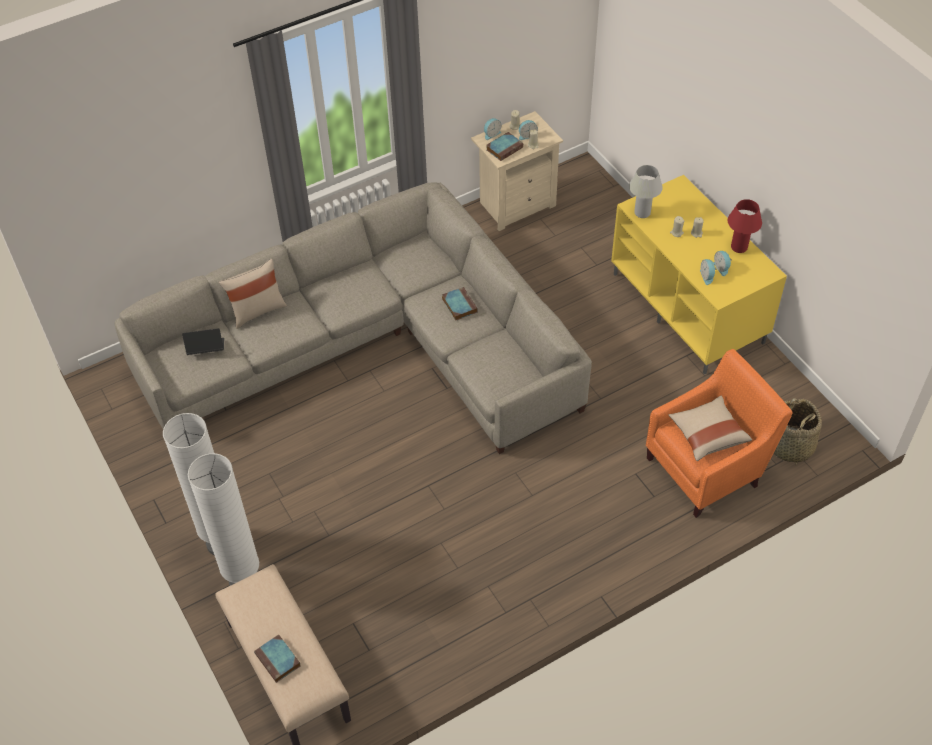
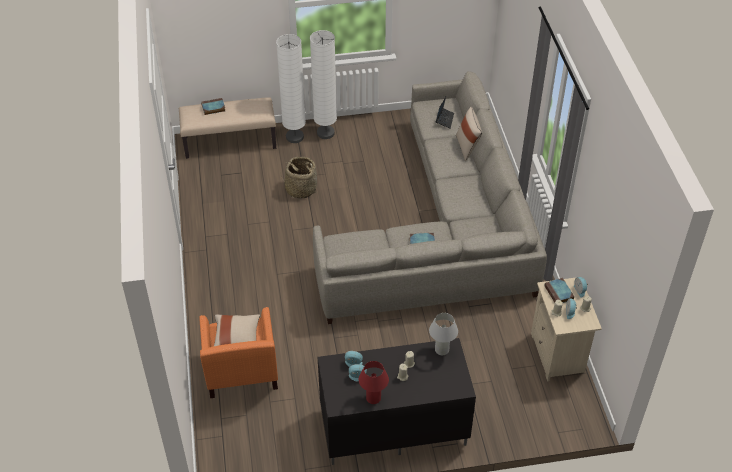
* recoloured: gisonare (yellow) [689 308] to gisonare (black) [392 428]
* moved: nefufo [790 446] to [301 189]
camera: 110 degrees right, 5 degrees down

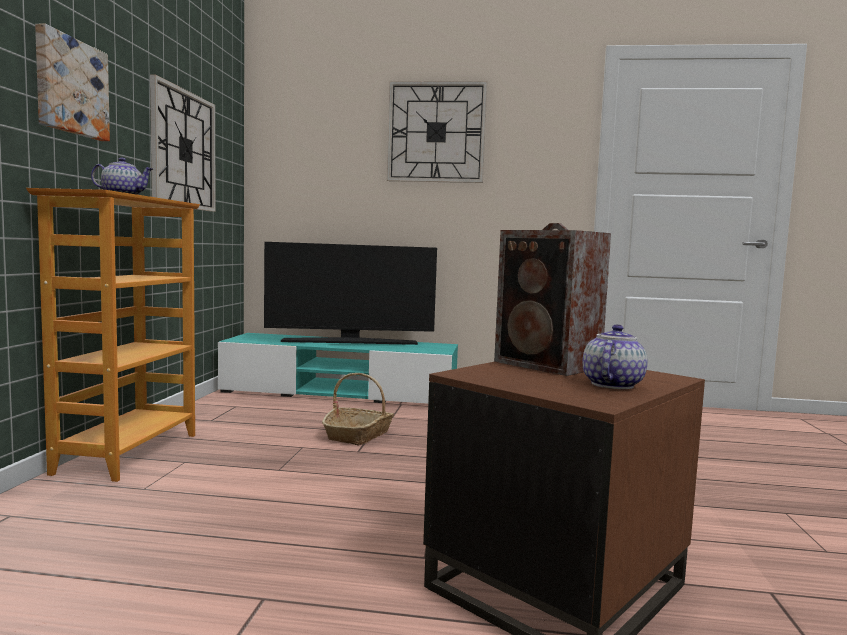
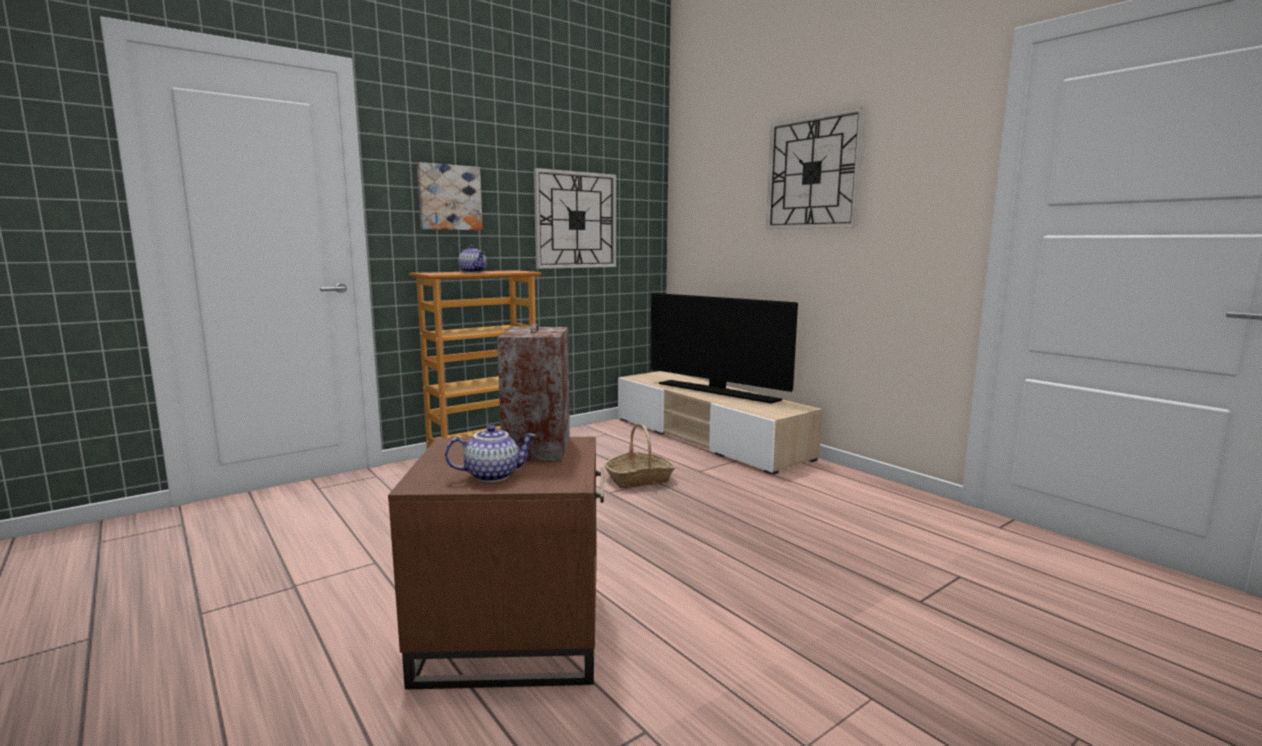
* recoloured: gisonare (turquoise) [340 392] to gisonare (beige) [708 438]
camera: 45 degrees right, 5 degrees up

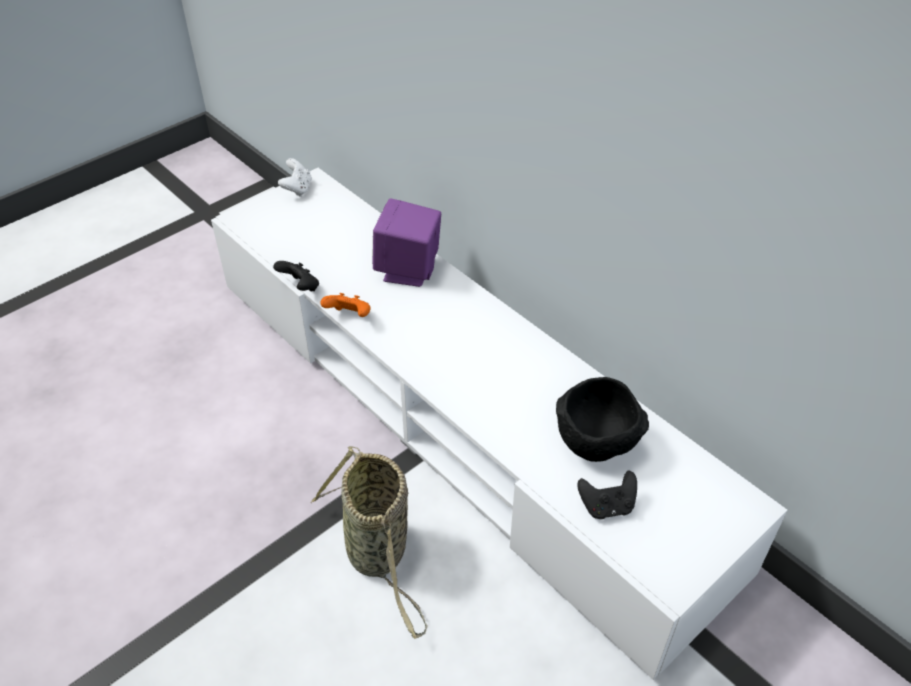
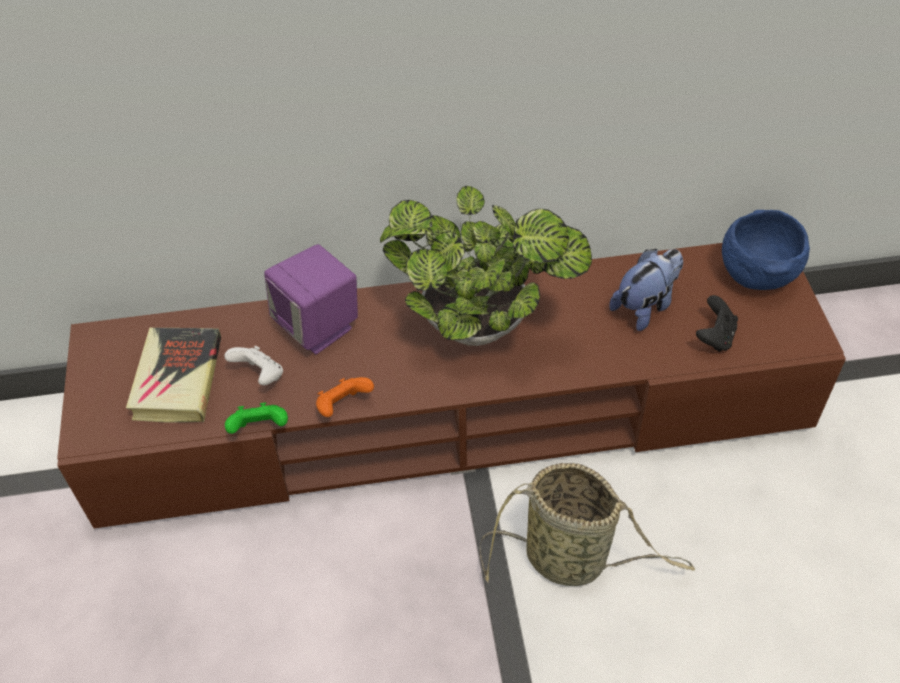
* recoloured: gisonare (white) [456 415] to gisonare (brown) [454 413]
* recoloured: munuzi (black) [300 287] to munuzi (green) [260 429]
* moved: munuzi (white) [297 189] to [260 376]
* replaced: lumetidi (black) [597 443] to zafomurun [645 306]
* added: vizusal [177 379]
* added: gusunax [483 326]
* added: lumetidi (blue) [756 273]
camera: 55 degrees left, 5 degrees up

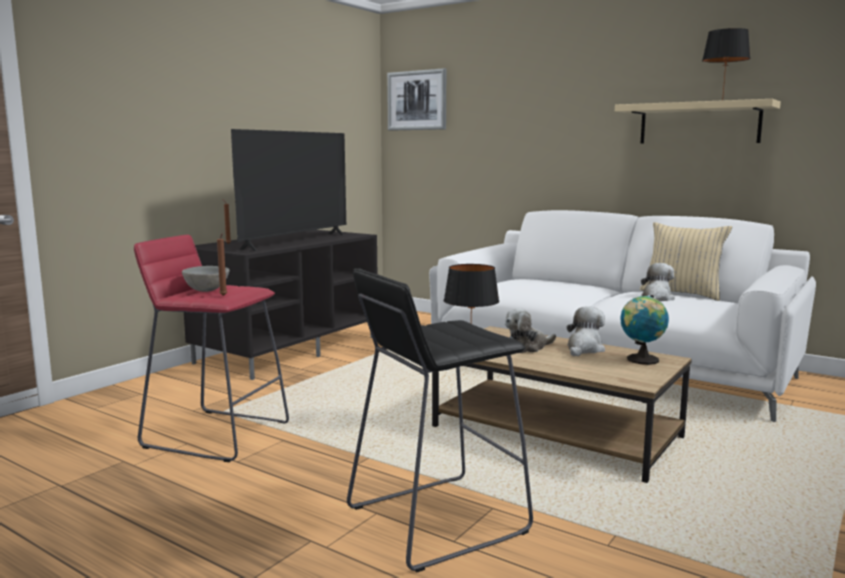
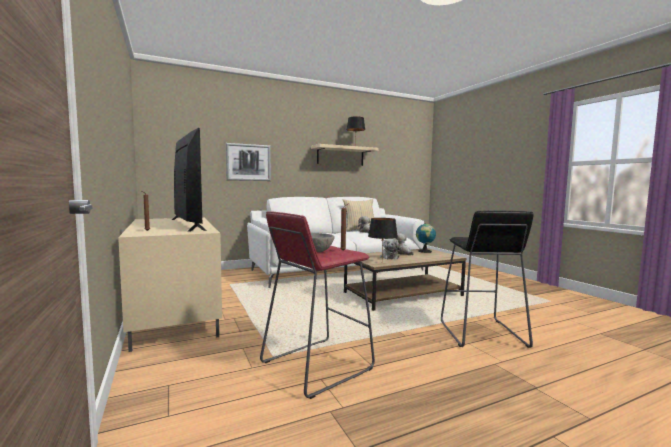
* recoloured: gisonare (black) [289 349] to gisonare (beige) [173 315]
* moved: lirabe [417 100] to [248 162]
camera: 60 degrees left, 5 degrees down

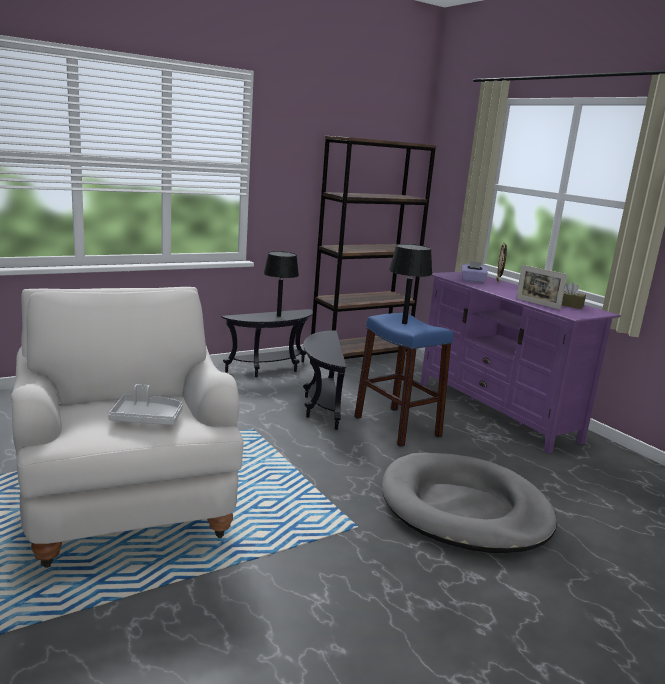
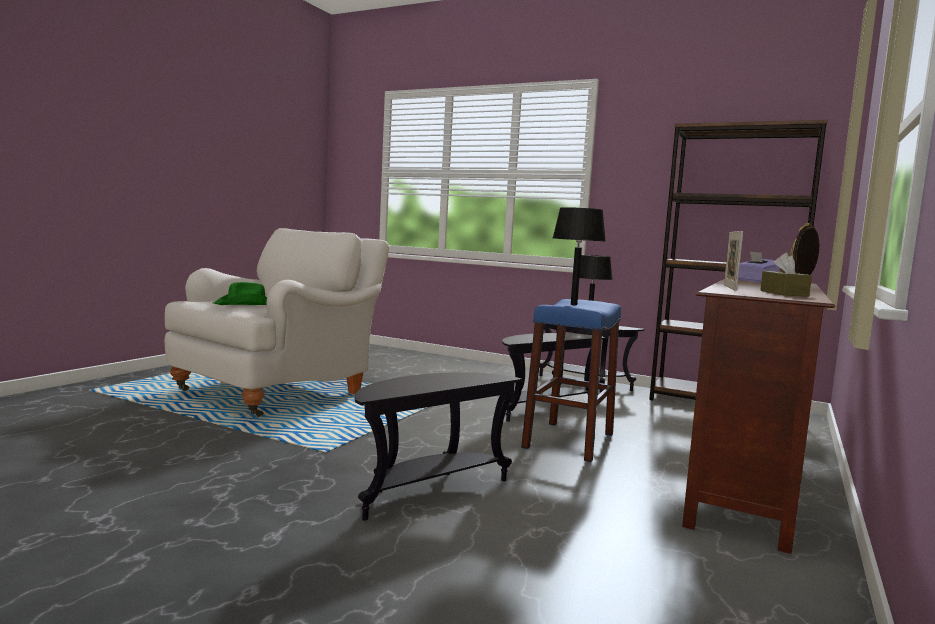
* replaced: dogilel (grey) [147 418] to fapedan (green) [247 305]
* replaced: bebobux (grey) [464 508] to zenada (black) [428 490]
* recoloured: gisonare (purple) [496 411] to gisonare (brown) [746 483]
camera: 60 degrees right, 10 degrees down

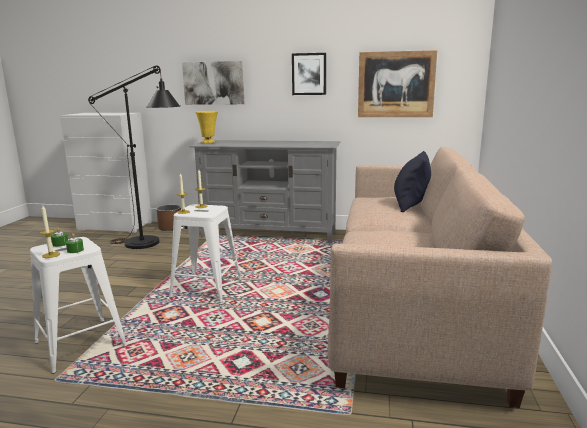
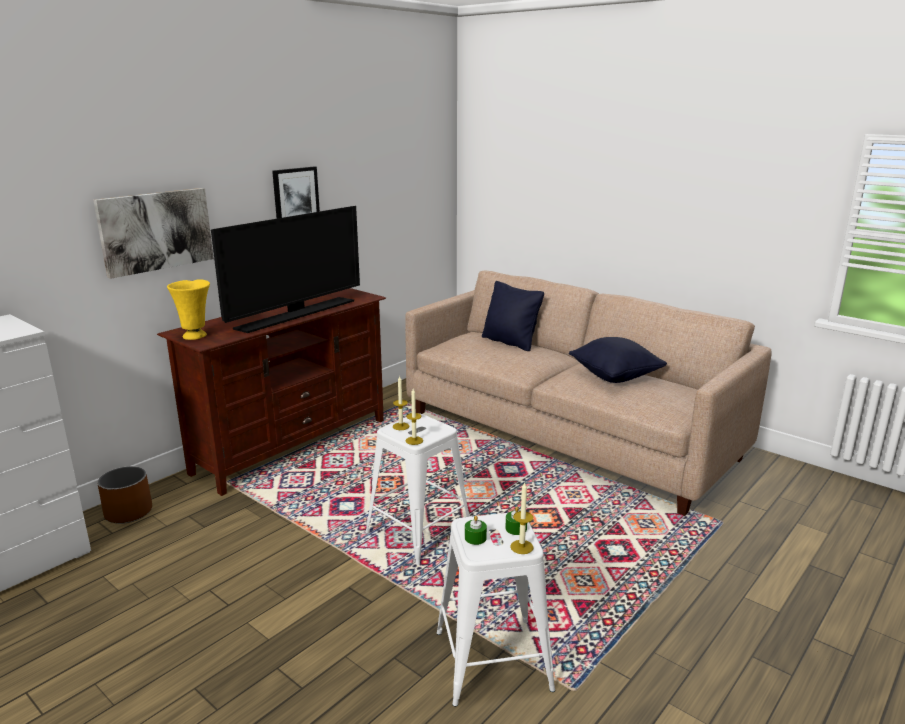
* removed: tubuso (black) [151 244]
* recoloured: gisonare (grey) [269 234] to gisonare (brown) [292 445]
* removed: lirabe [396 84]
* added: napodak [296 314]
* added: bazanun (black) [615 377]
camera: 60 degrees left, 5 degrees up

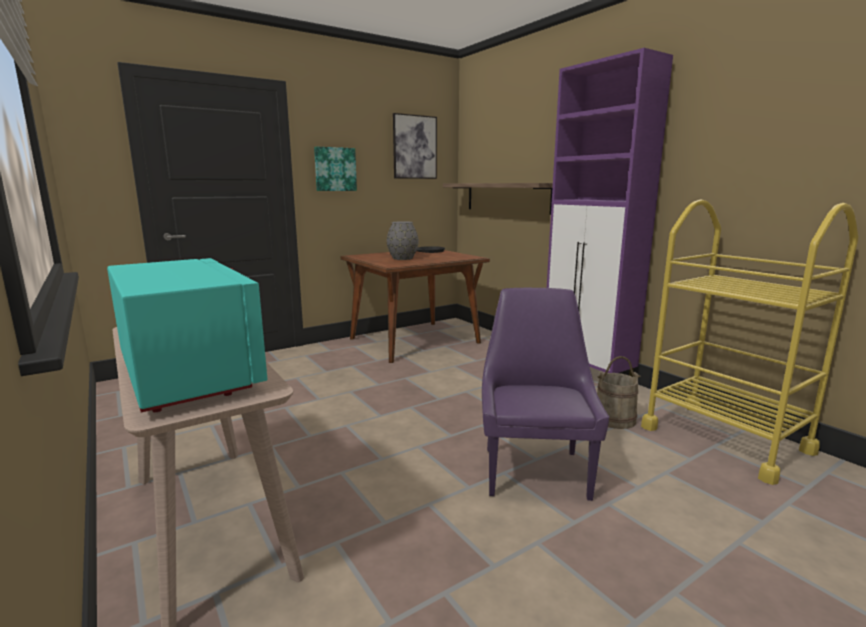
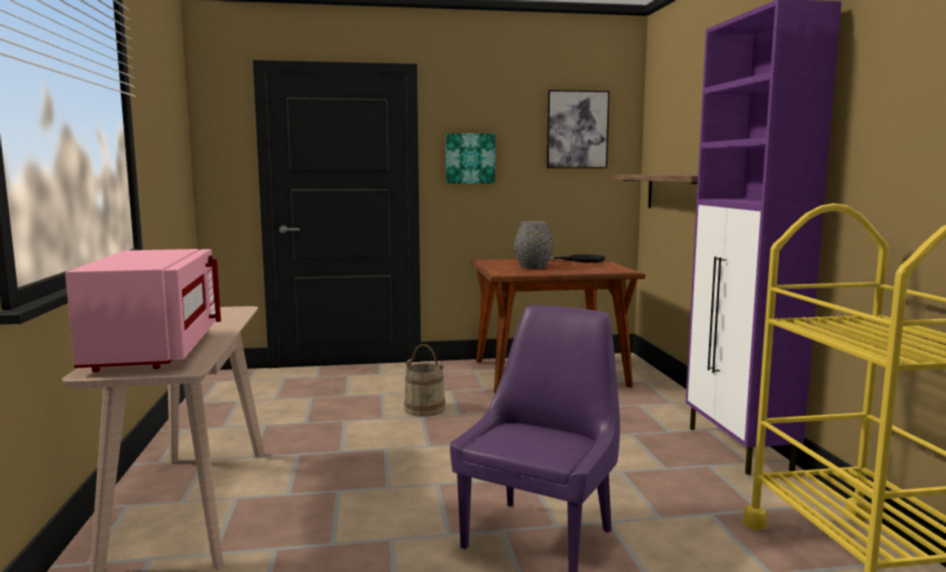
* recoloured: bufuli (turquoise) [187 375] to bufuli (pink) [153 351]
* moved: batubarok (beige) [614 419] to [425 409]
camera: 25 degrees right, 5 degrees down

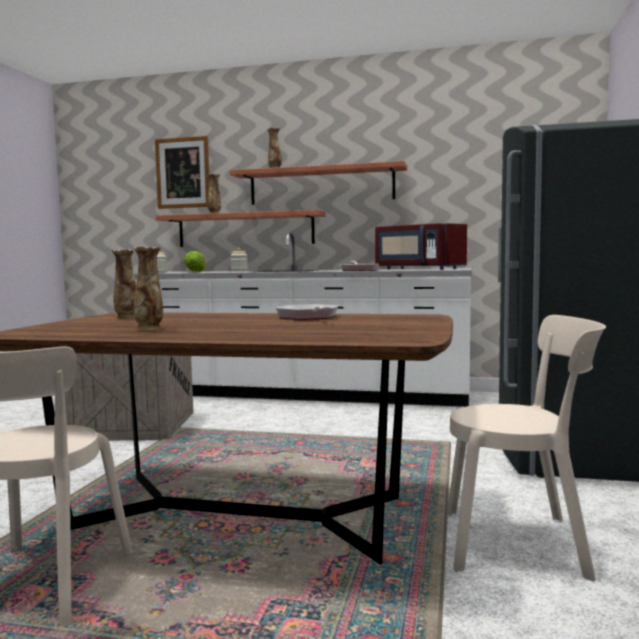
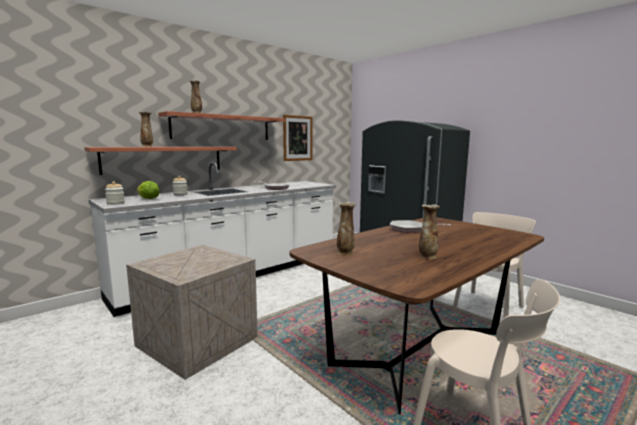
* moved: lirabe [183 173] to [297 138]
* removed: bufuli (red) [417 269]
camera: 55 degrees left, 5 degrees up

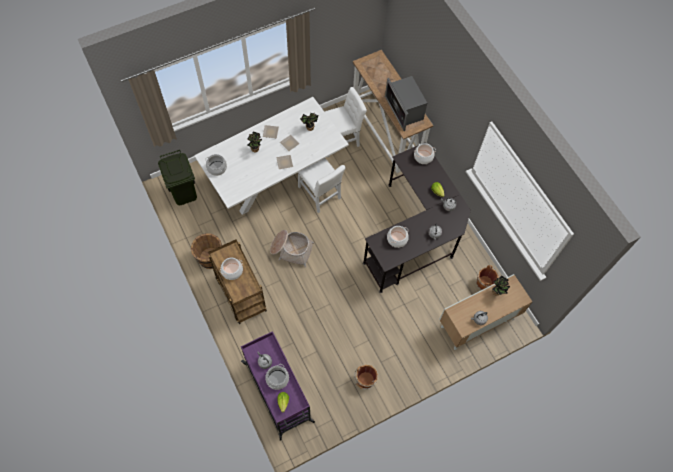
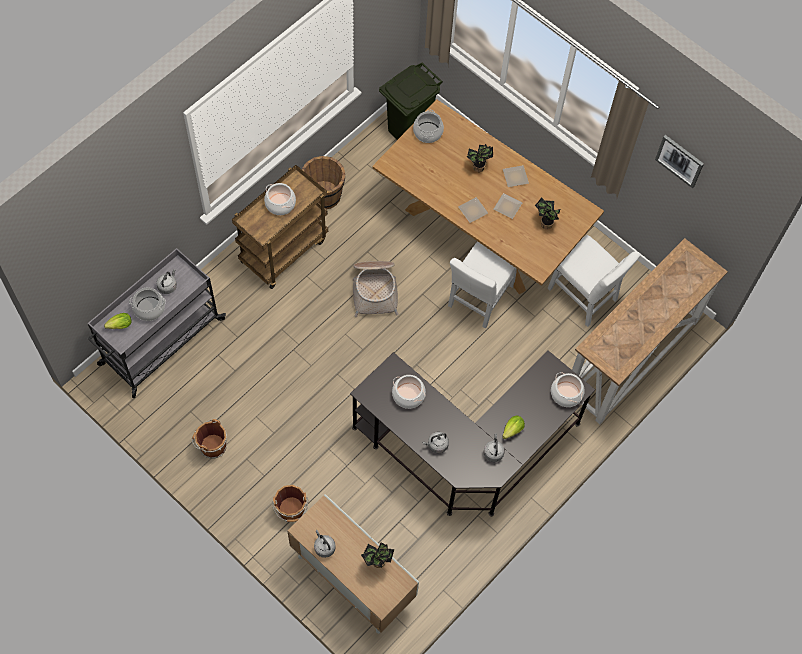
* recoloured: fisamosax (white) [275 178] to fisamosax (brown) [481 231]
* recoloured: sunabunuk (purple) [278 393] to sunabunuk (grey) [160 342]
* removed: bufuli [404 110]
* moved: batubarok (brown) [485 283] to [291 510]
* added: lirabe [680 160]
camera: 70 degrees right, 0 degrees up

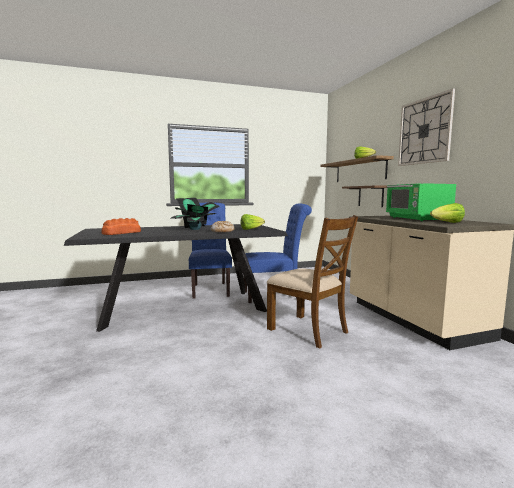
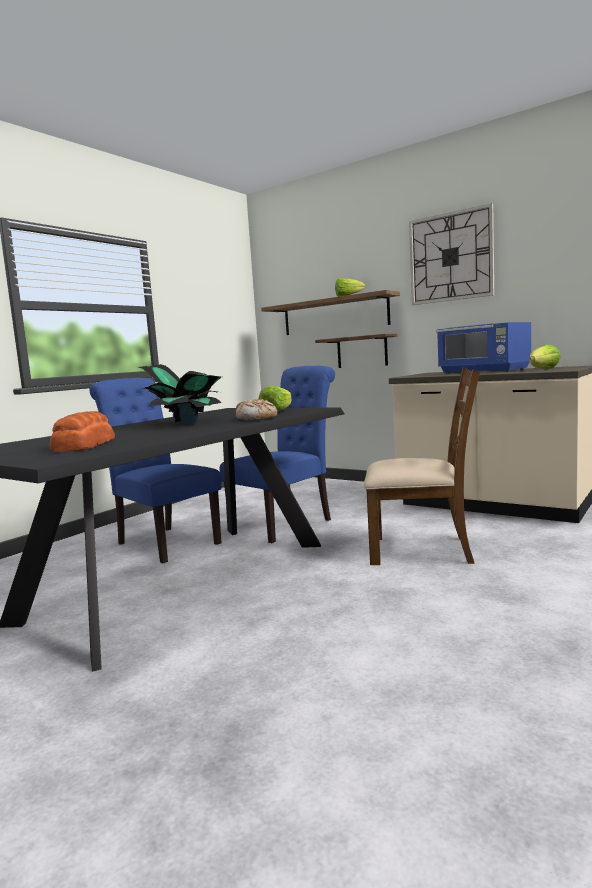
* recoloured: bufuli (green) [416 219] to bufuli (blue) [484 371]
camera: 35 degrees left, 0 degrees up

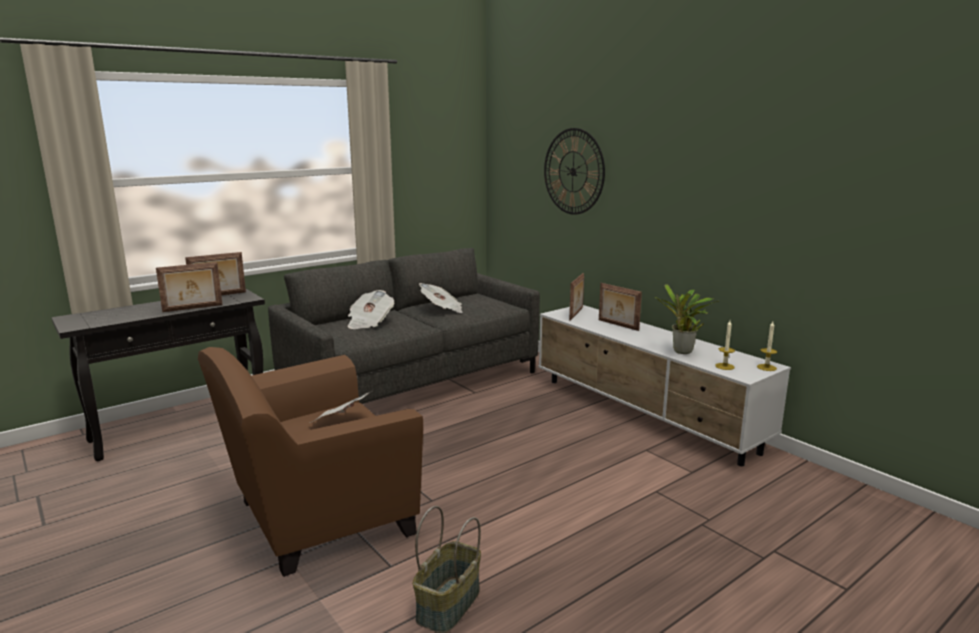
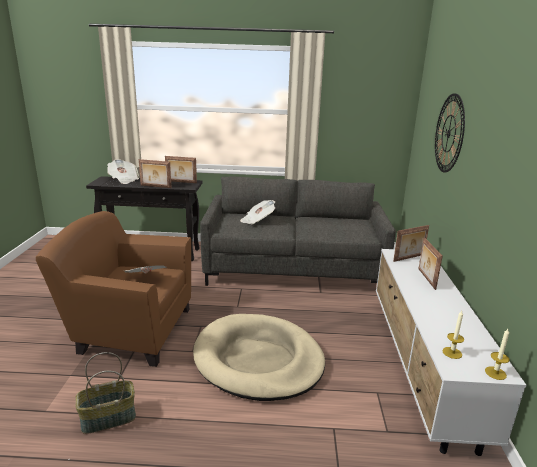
* moved: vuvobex [442 310] to [124 180]
* removed: gusunax [682 352]
* added: bebobux (beige) [258 360]
camera: 40 degrees right, 5 degrees up

